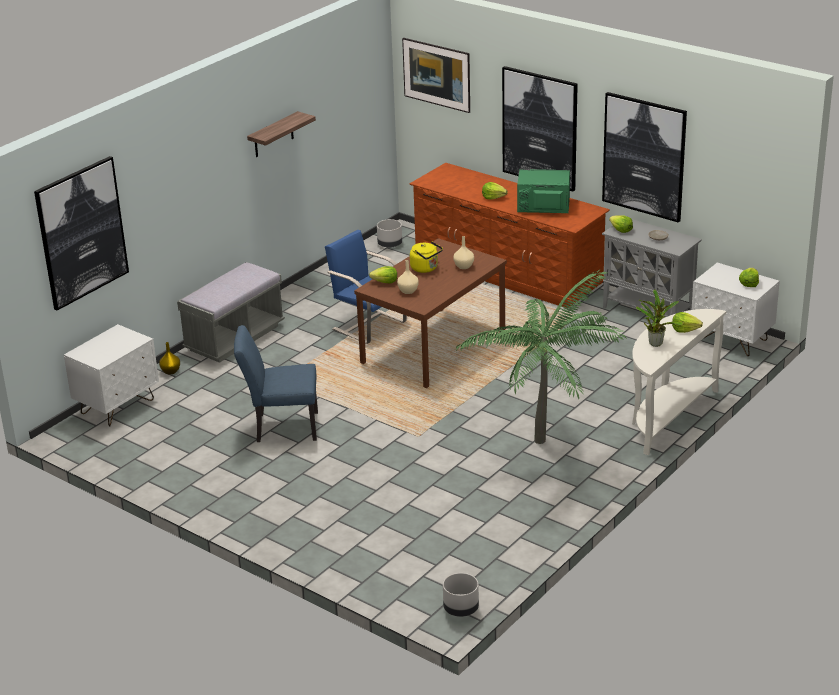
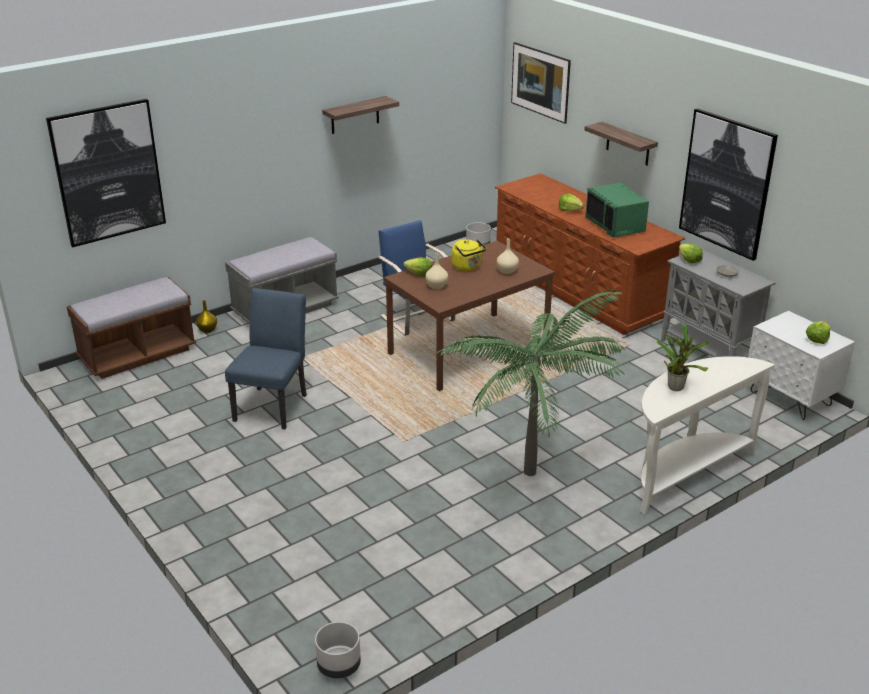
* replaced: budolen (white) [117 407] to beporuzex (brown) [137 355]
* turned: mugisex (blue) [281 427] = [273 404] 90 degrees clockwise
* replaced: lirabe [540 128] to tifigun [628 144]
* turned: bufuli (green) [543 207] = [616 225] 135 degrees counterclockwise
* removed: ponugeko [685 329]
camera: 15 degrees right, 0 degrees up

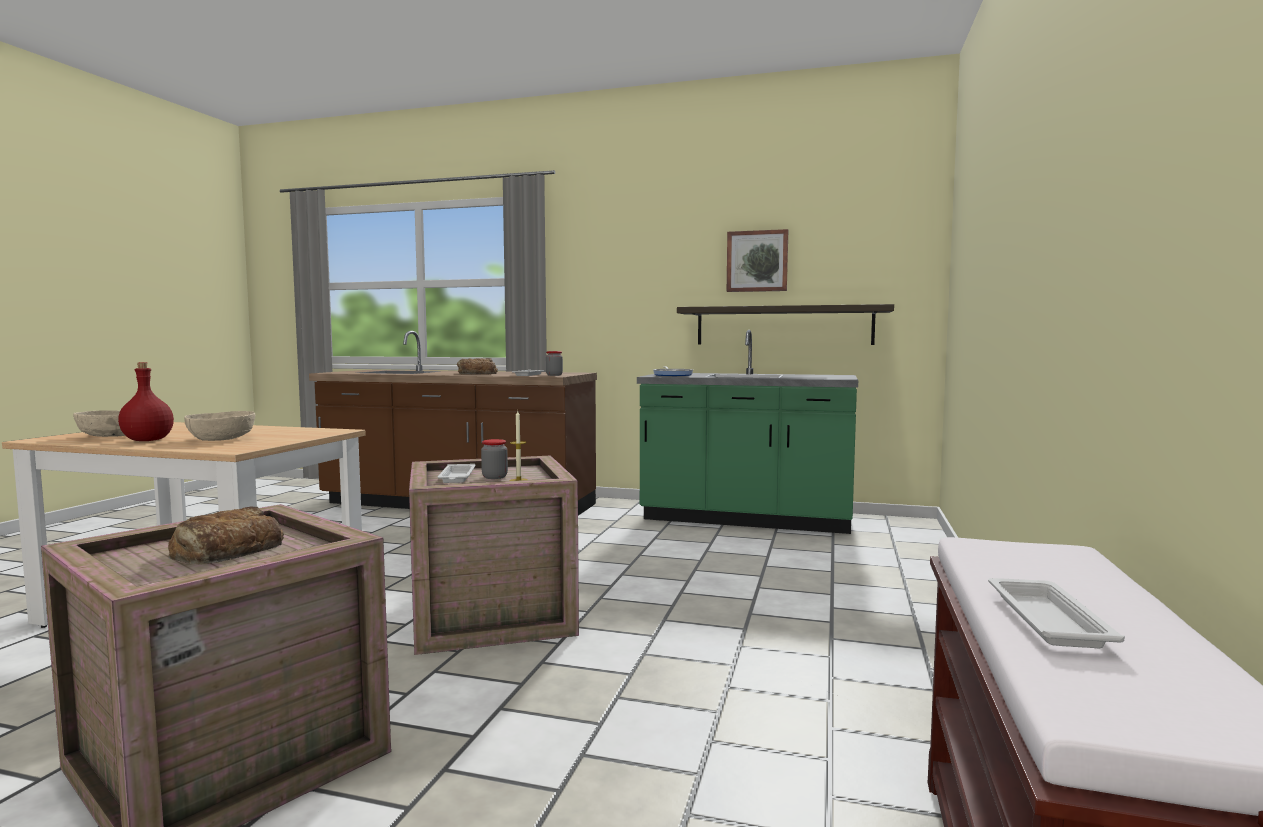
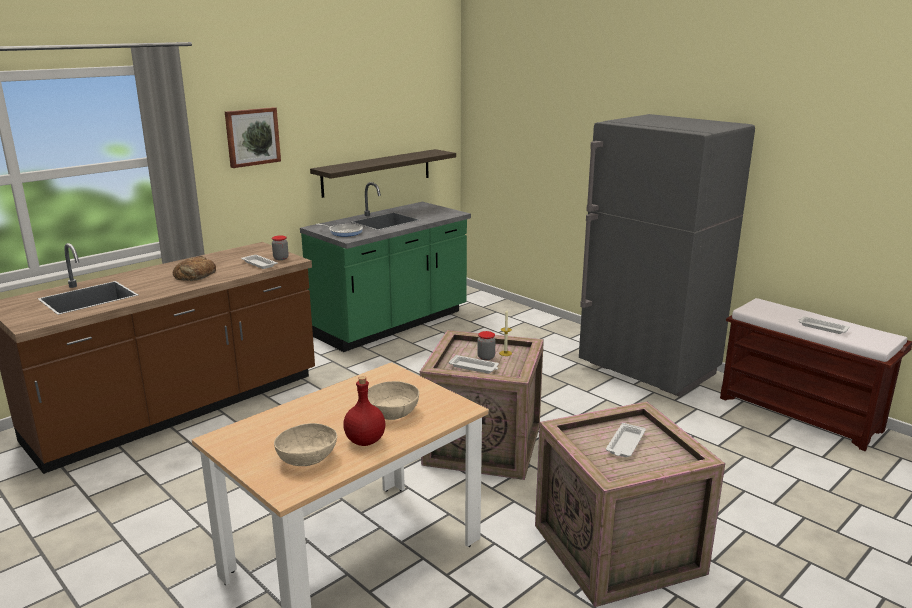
* replaced: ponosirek [225 550] to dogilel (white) [625 444]
* moved: lirabe [757 261] to [252 137]
* added: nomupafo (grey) [648 371]
camera: 60 degrees left, 15 degrees up

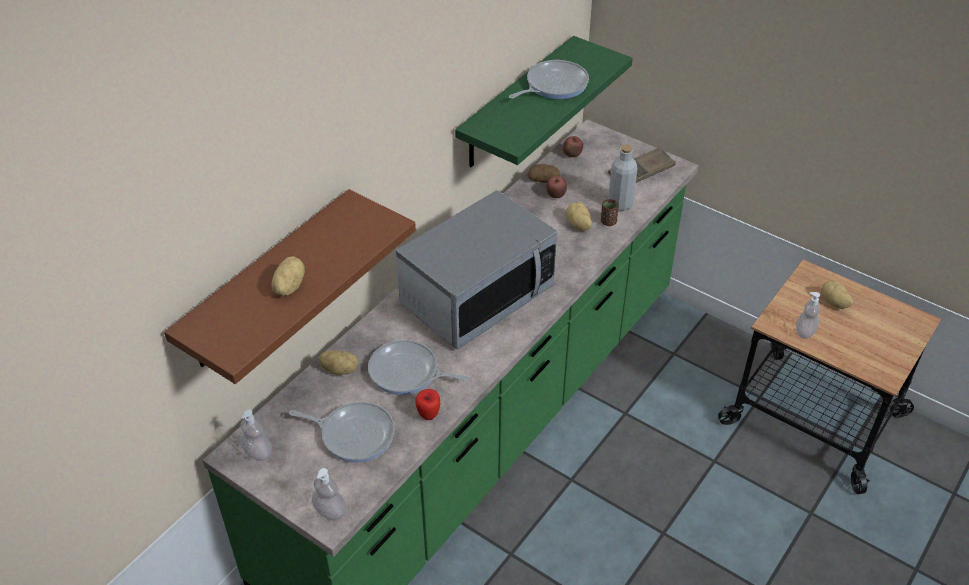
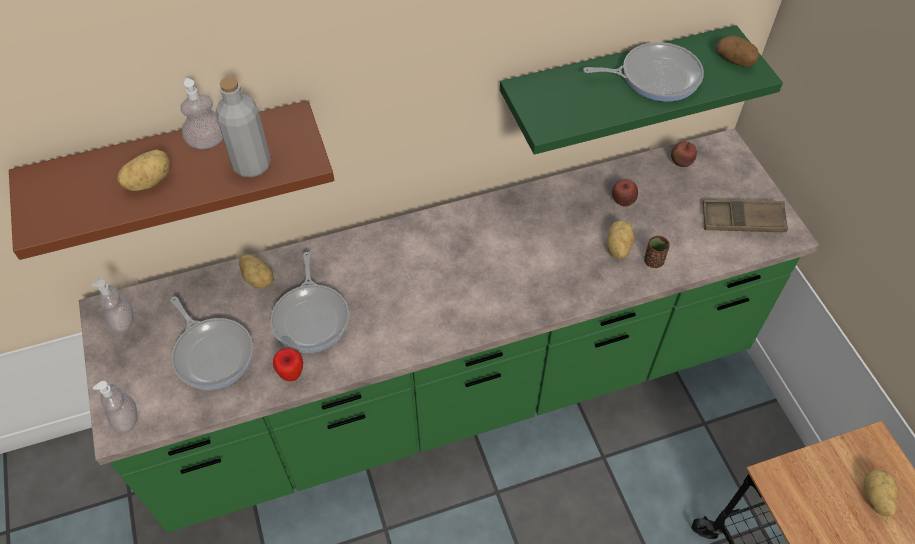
* turned: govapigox [407 373] = [311 317] 150 degrees counterclockwise
* removed: bufuli [477 296]
* moved: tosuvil [543 180] to [735 60]
* moved: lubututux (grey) [620 204] to [252 165]
* moved: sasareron [804 332] to [208 141]
camera: 35 degrees right, 10 degrees up

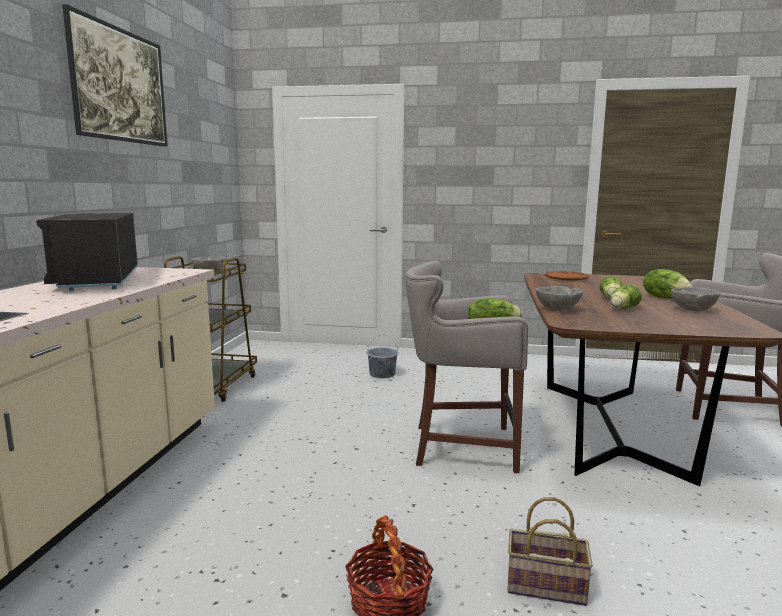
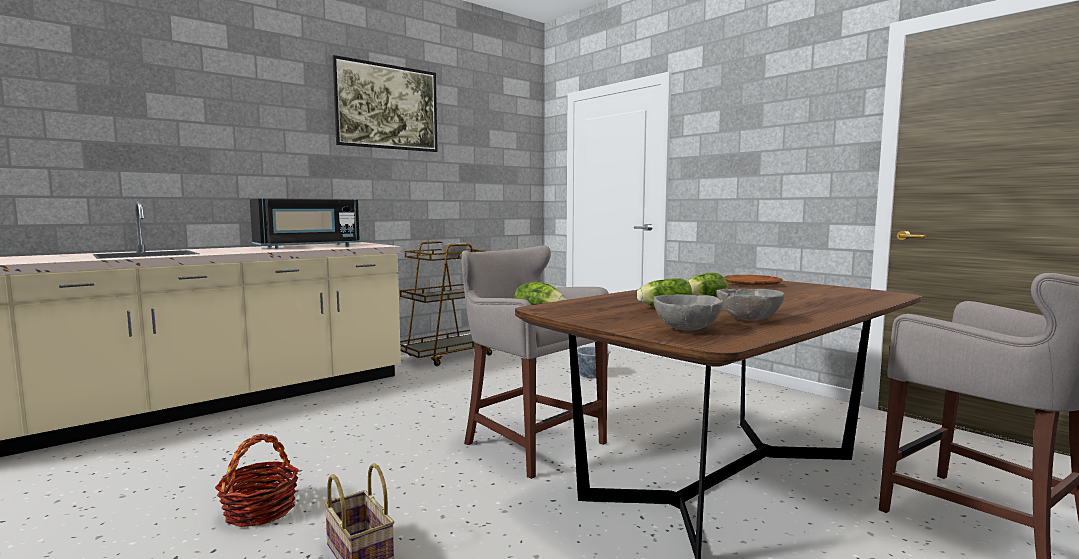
* turned: bufuli (black) [98 281] = [308 246] 150 degrees counterclockwise
* moved: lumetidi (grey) [558 309] to [688 329]
* removed: ponugeko [665 298]
camera: 40 degrees right, 5 degrees down

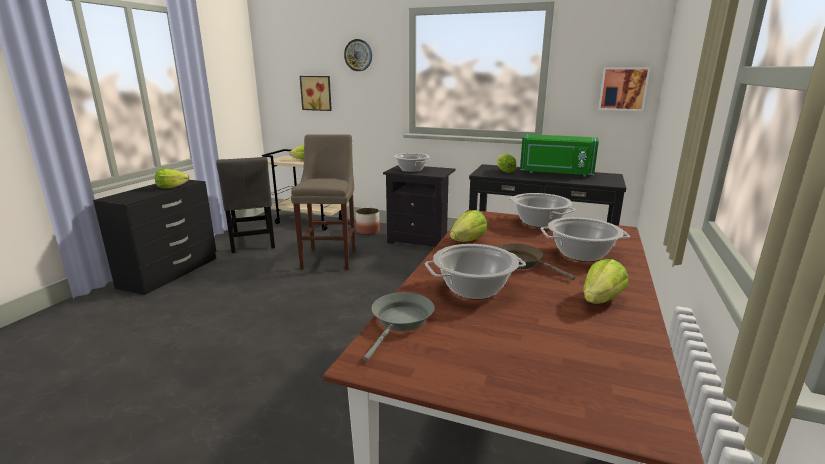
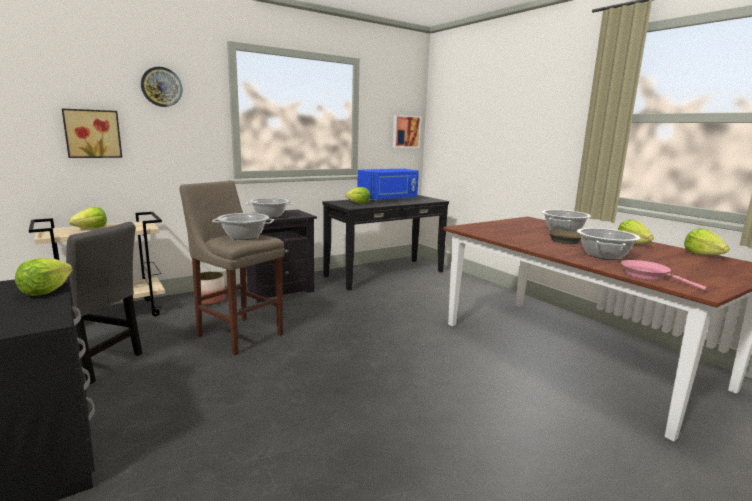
* recoloured: govapigox (grey) [401 322] to govapigox (pink) [648 276]
* moved: ponugeko [468 241] to [703 255]
* moved: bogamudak [539 222] to [244 236]
* recoloured: bufuli (green) [556 173] to bufuli (blue) [389 199]
camera: 55 degrees left, 5 degrees down

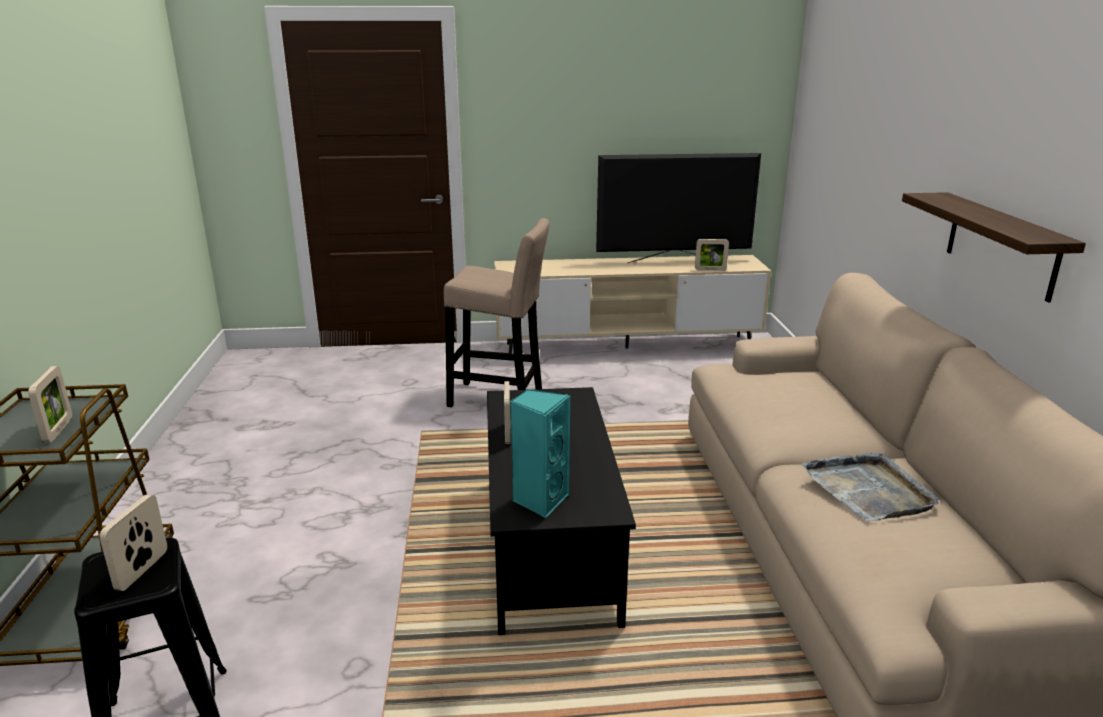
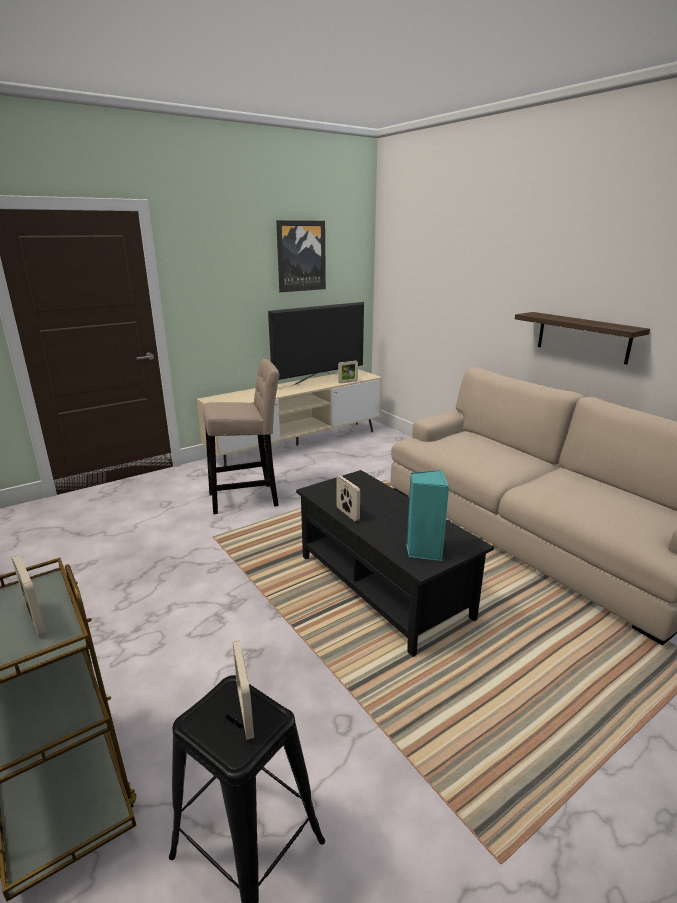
* removed: dogilel (grey) [868 490]
* added: lirabe [301 256]
camera: 30 degrees left, 0 degrees up

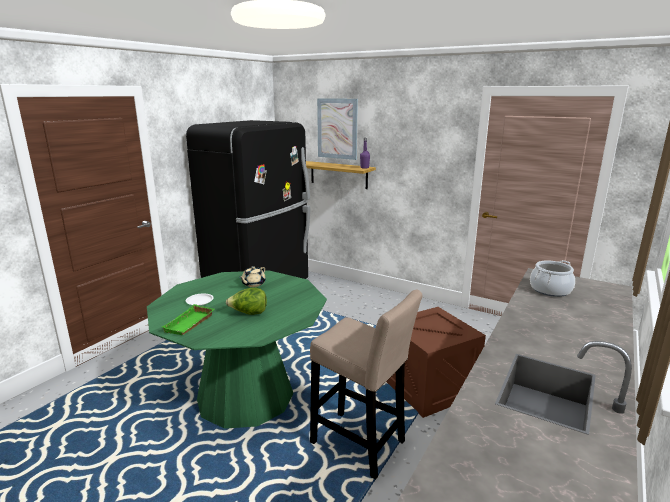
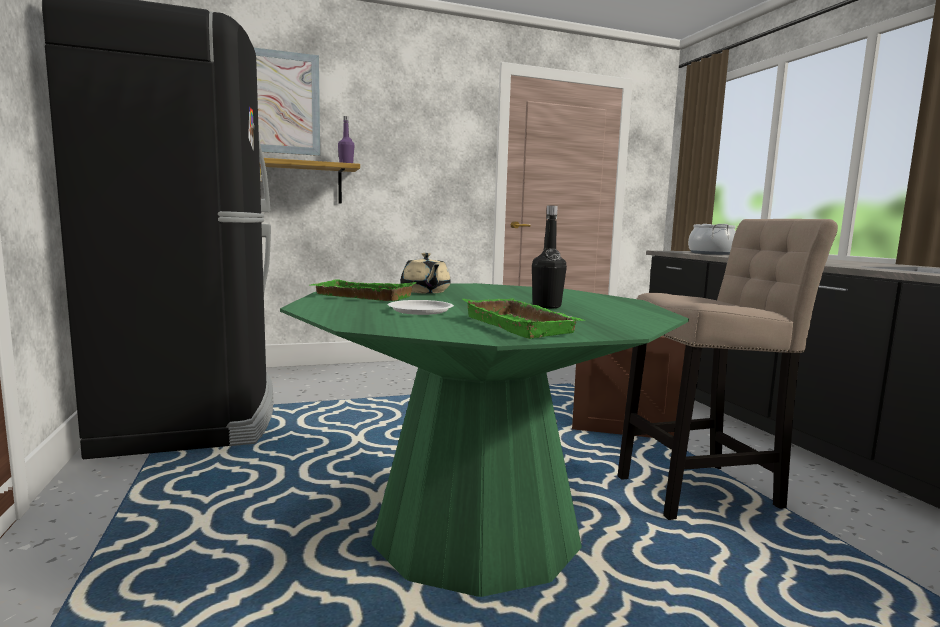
* replaced: ponugeko [248 313] to lubututux (black) [546 306]
* added: dogilel (green) [360 297]
camera: 50 degrees left, 10 degrees down

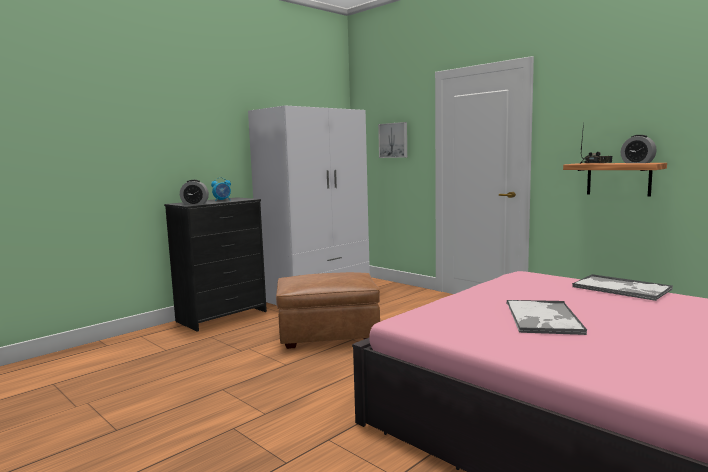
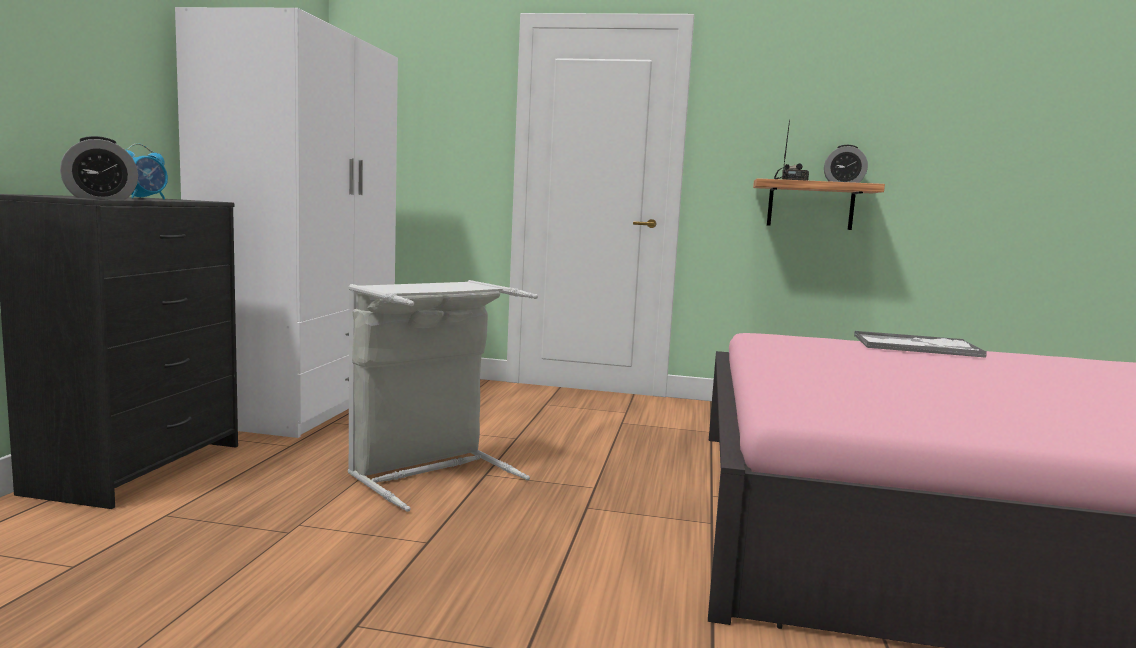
* replaced: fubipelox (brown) [328 334] to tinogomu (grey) [430 472]
* removed: lirabe [394 140]
* removed: dogilel [543 318]
camera: 35 degrees left, 0 degrees up

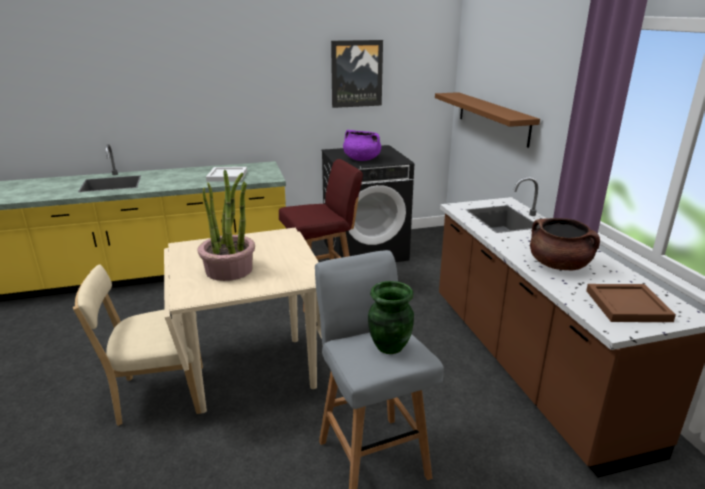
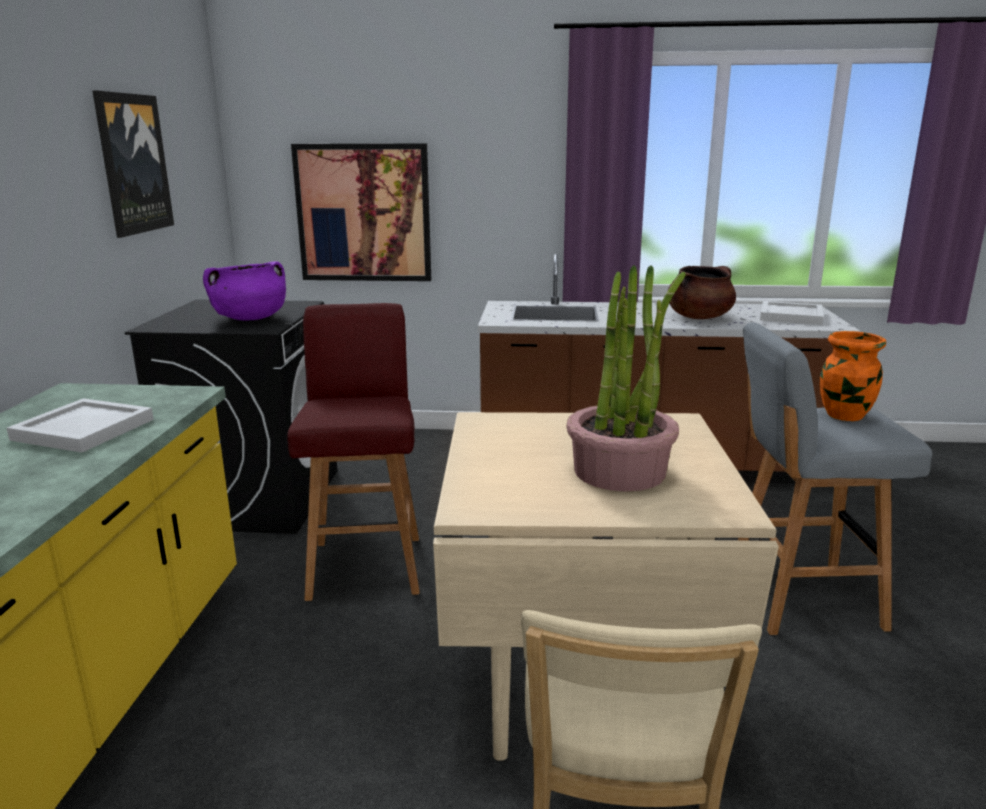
* recoloured: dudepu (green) [389 346] to dudepu (orange) [844 415]
* replaced: tifigun (brown) [492 117] to lirabe [363 213]
* recoloured: dogilel (brown) [627 306] to dogilel (white) [791 316]
camera: 70 degrees left, 5 degrees down

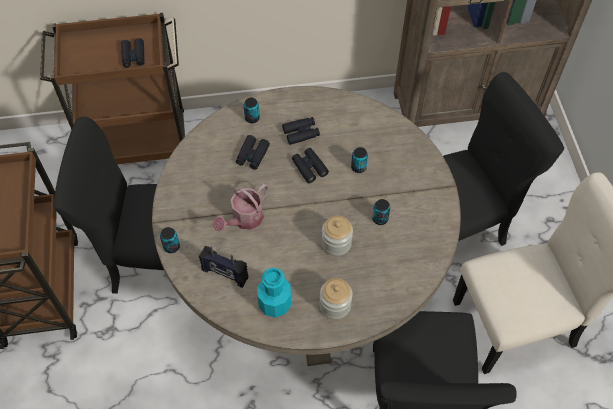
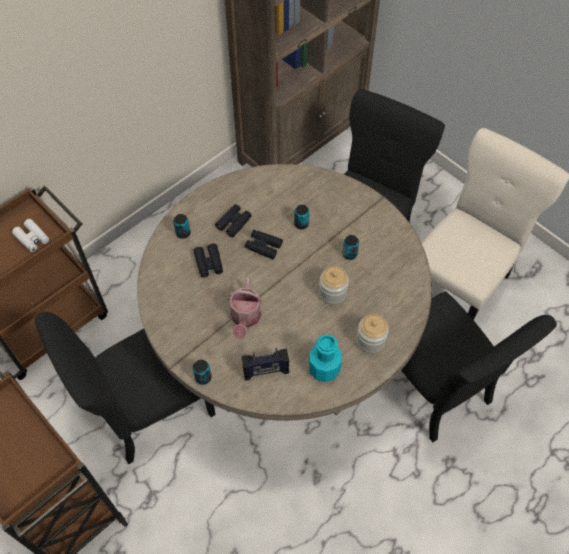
* recoloured: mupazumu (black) [133 56] to mupazumu (white) [32 238]
camera: 35 degrees left, 0 degrees up

